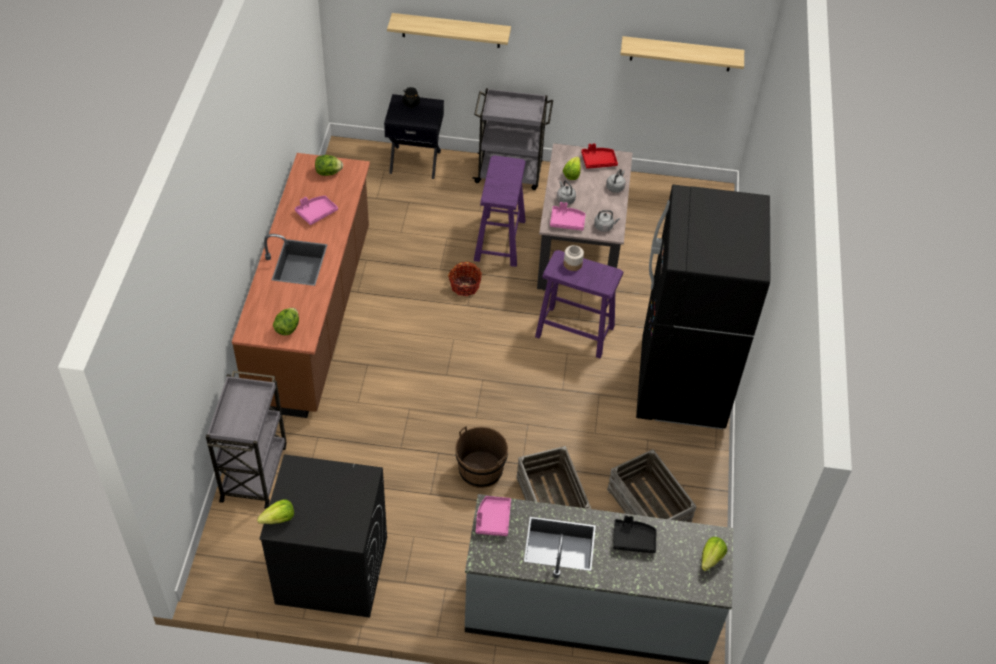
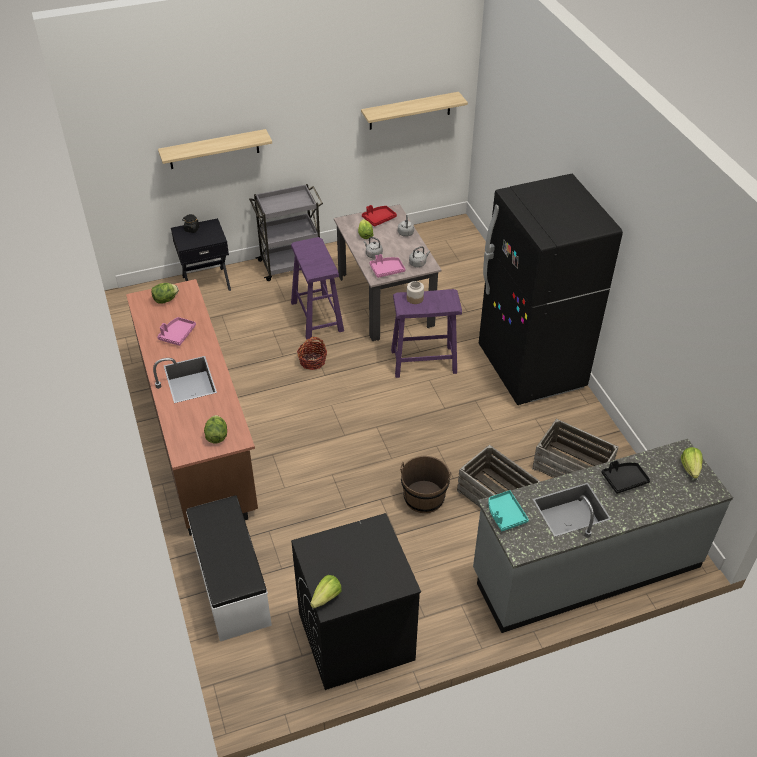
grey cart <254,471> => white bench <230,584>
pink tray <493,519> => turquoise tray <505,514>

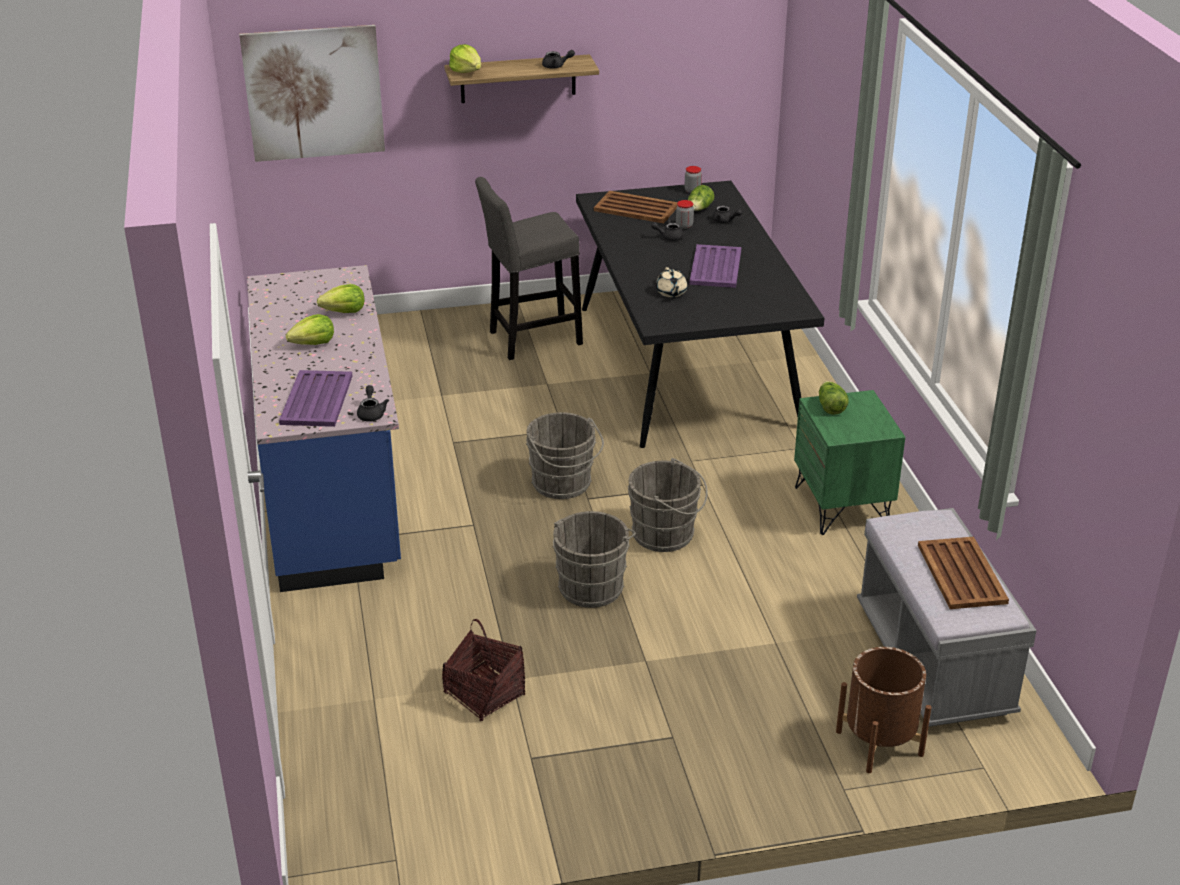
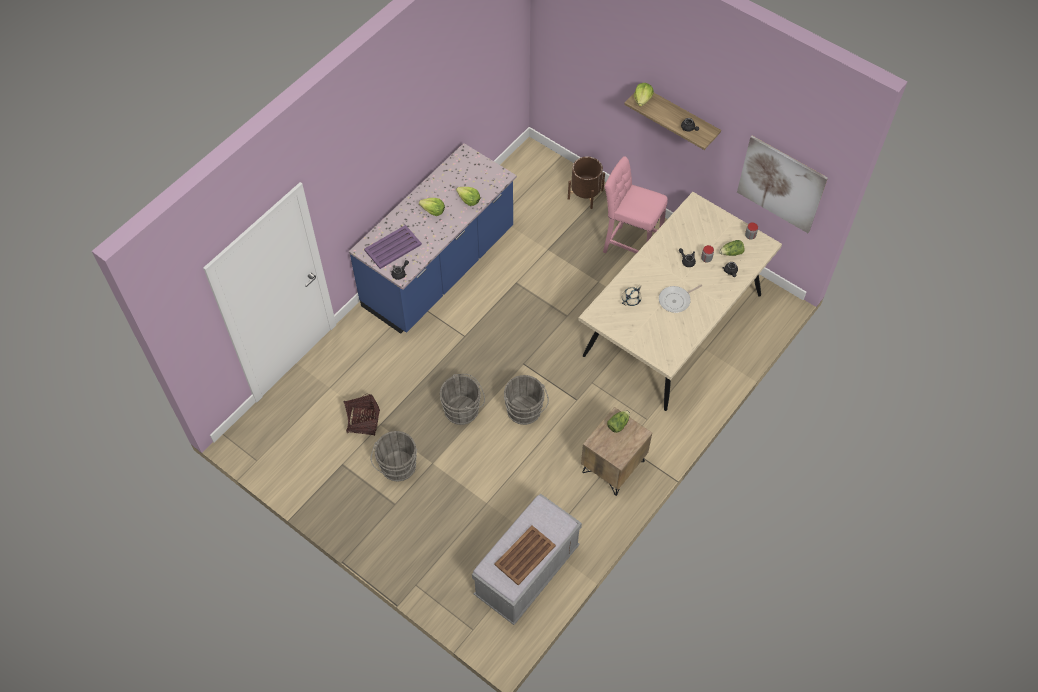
picture <314,93> => picture <781,184>, shifted
grey stool <530,339> => pink stool <629,246>
grey bucket <563,485> => grey bucket <397,468>, shifted
black dining table <688,366> => beige dining table <673,325>
brown tray <635,208> => nothing
purple tray <716,267> => frying pan <676,300>
green nightstand <842,506> => brown nightstand <613,467>
brown planter <879,743> => brown planter <585,194>, shifted

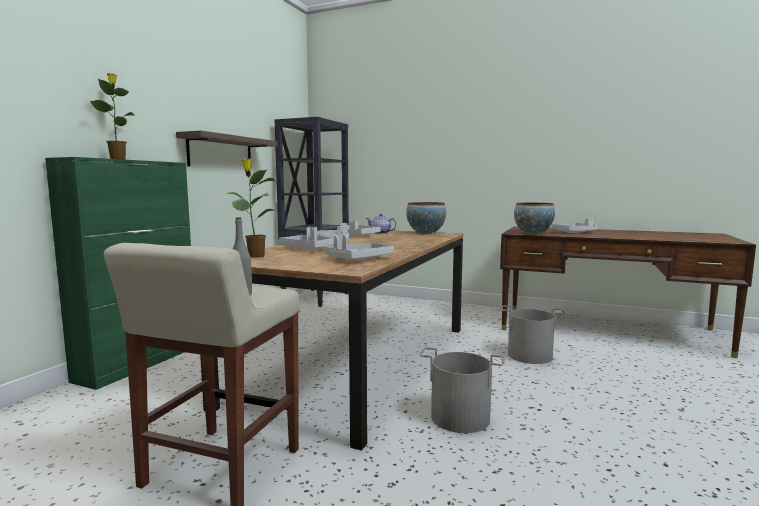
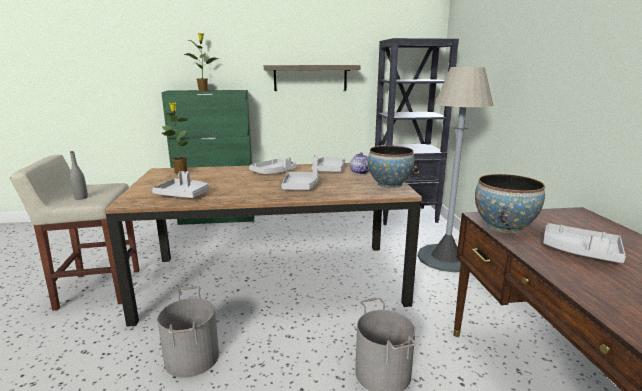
grey tray <308,249> => grey tray <301,187>, shifted
nothing => grey floor lamp <445,258>

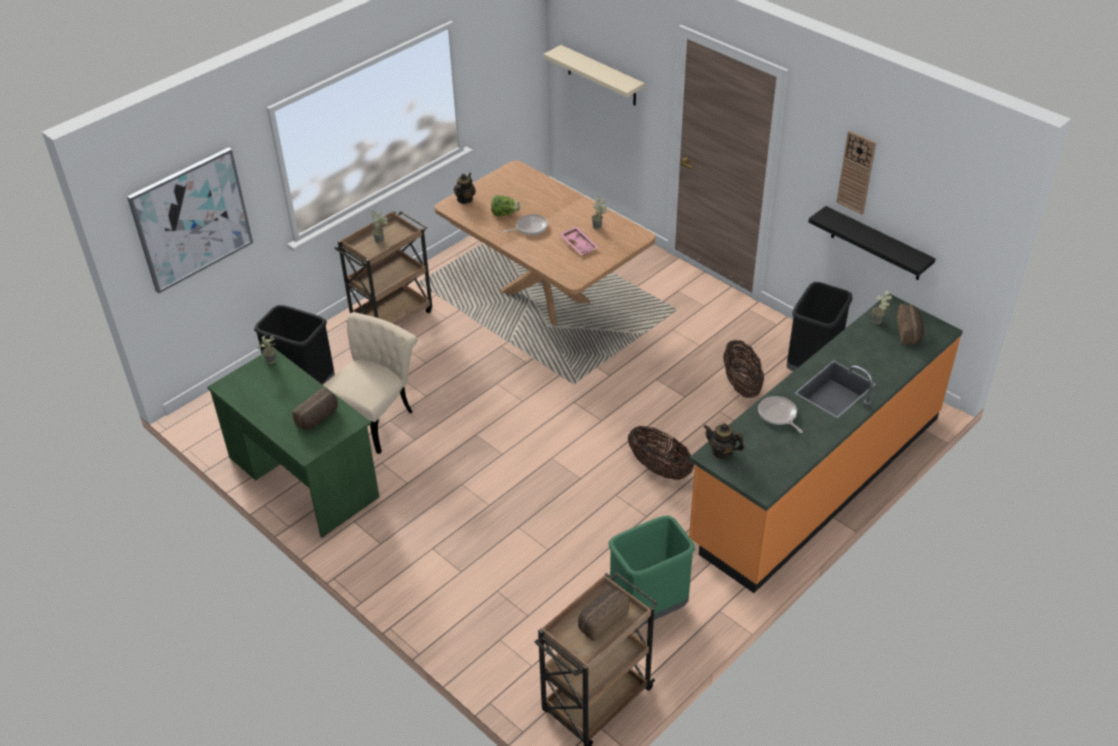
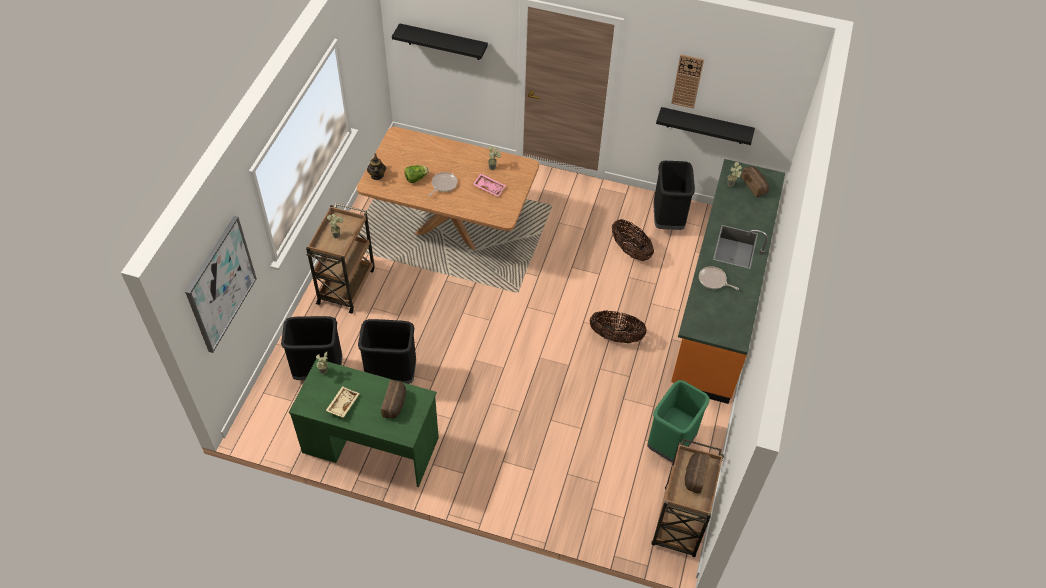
beige chair <376,417> => black trash can <392,374>
beige shelf <601,76> => black shelf <443,42>
teapot <721,452> => nothing
nothing => beige tray <342,404>

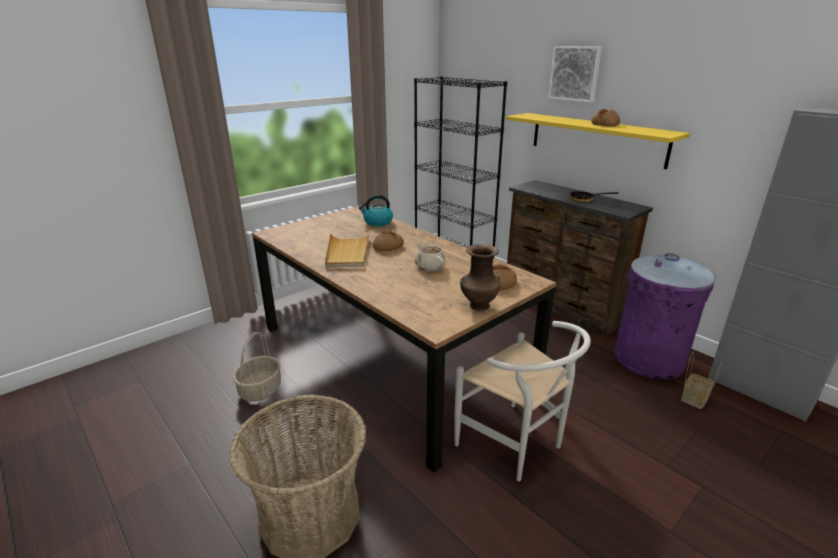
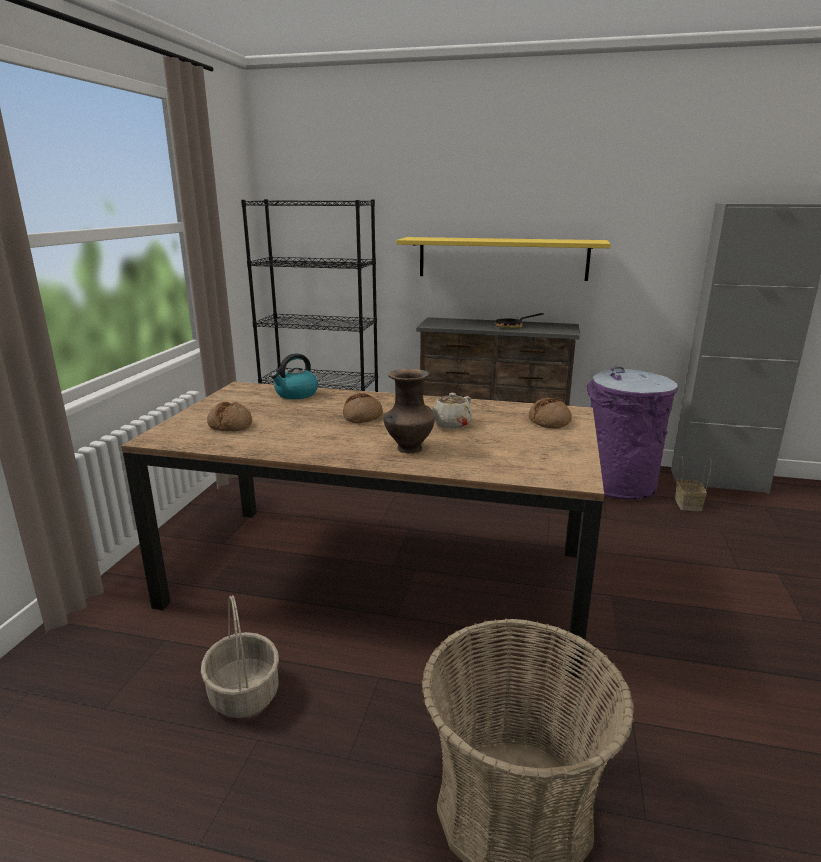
beige tray <347,253> => nothing
beige teapot <429,267> => beige teapot <450,424>, 75 degrees counterclockwise
white chair <516,446> => nothing
brown vase <478,306> => brown vase <408,449>, shifted
picture <575,73> => nothing
bread <605,124> => bread <230,425>, shifted

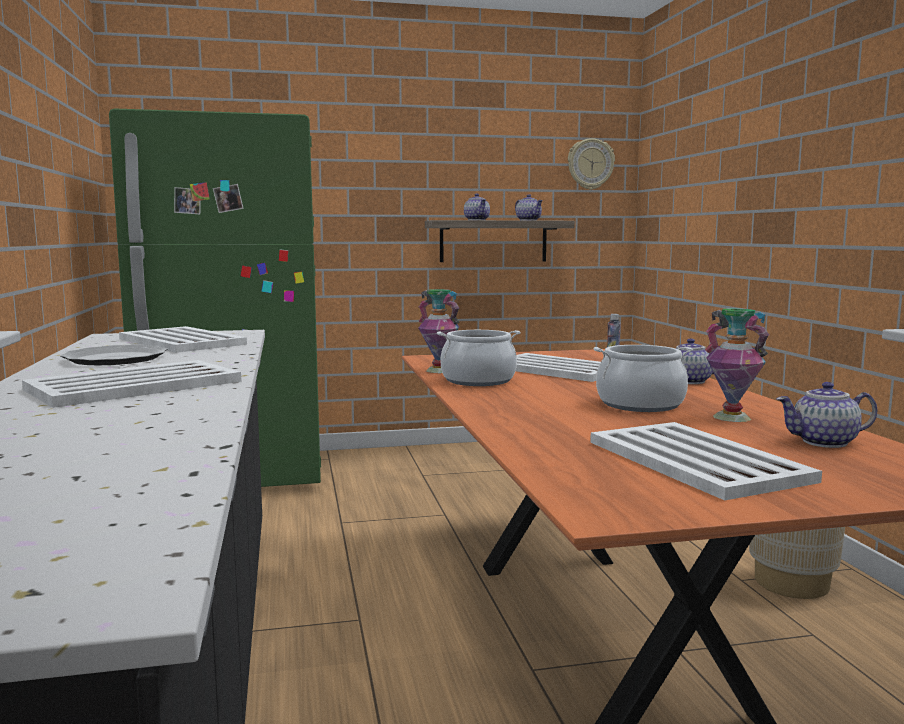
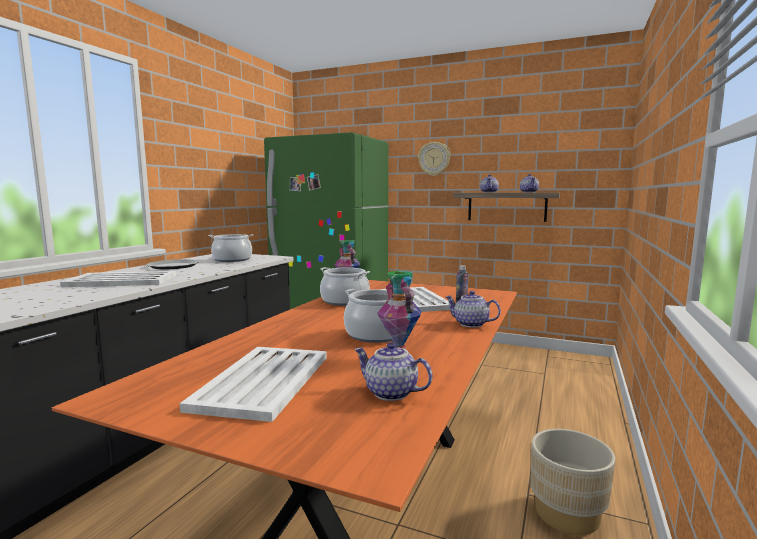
white tray <181,341> => cooking pot <232,260>
wall clock <590,164> => wall clock <434,159>, shifted

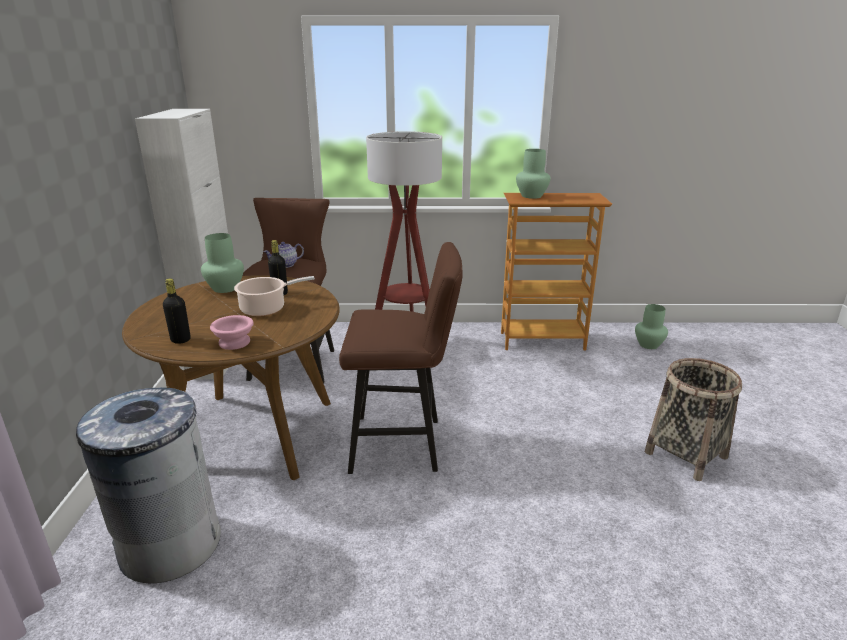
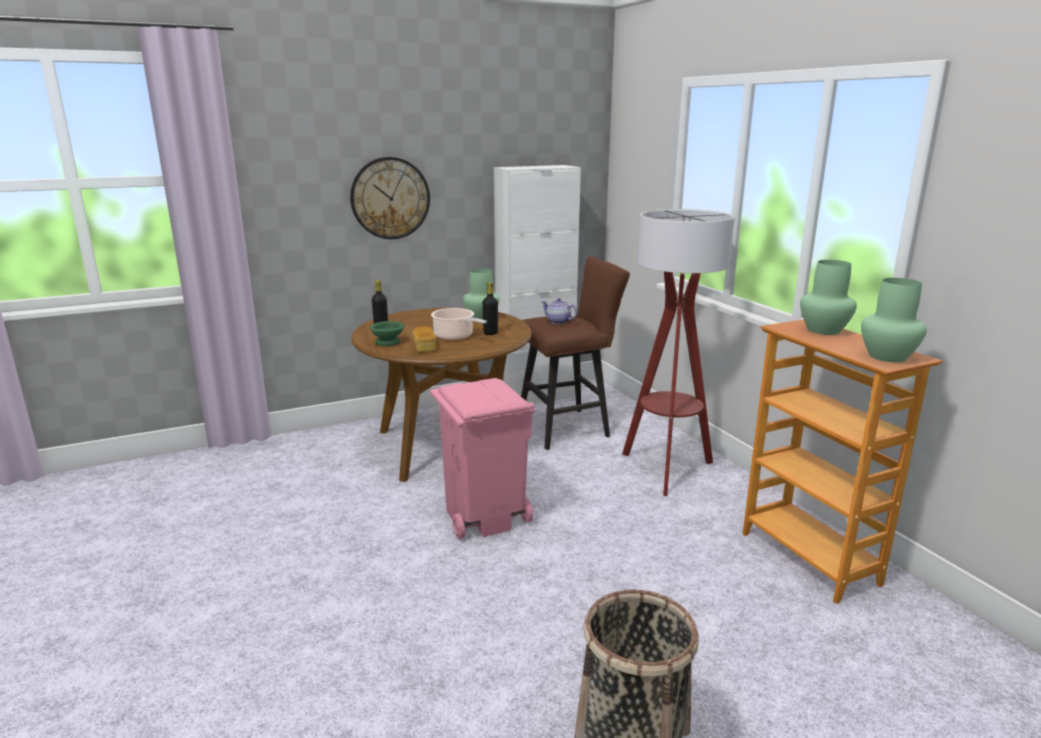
grey trash can <170,544> => nothing
pink bowl <233,343> => green bowl <387,342>
brown stool <404,444> => pink trash can <483,516>
green vase <648,345> => green vase <888,357>, shifted
nothing => wall clock <390,198>
nothing => bread <424,347>

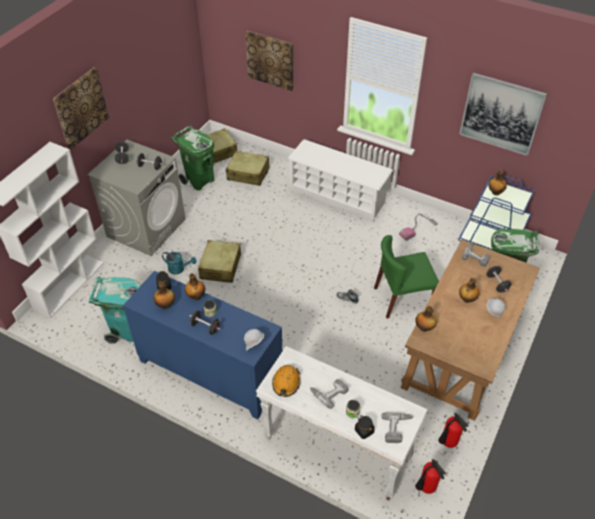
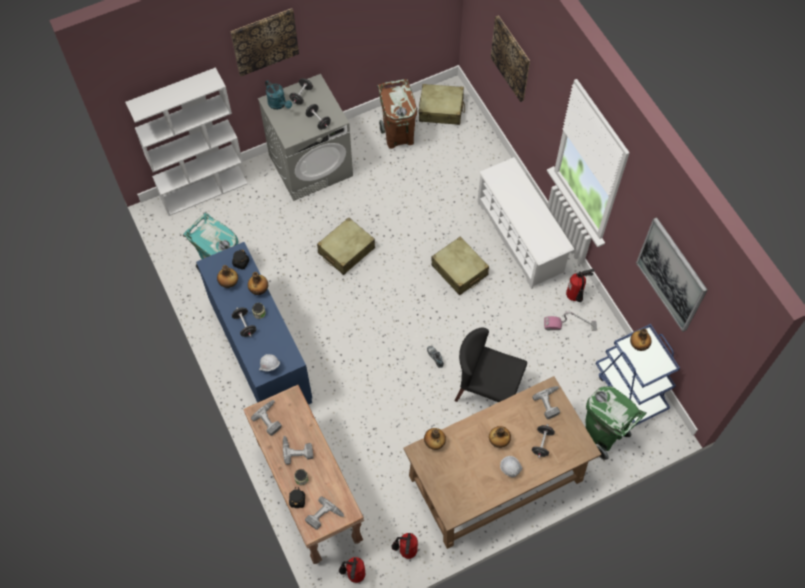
turquoise watering can <179,269> => turquoise watering can <279,104>, shifted
green trash can <199,180> => brown trash can <398,136>
beige suitcase <248,174> => beige suitcase <459,270>, shifted
white console table <335,450> => brown console table <308,492>
orange hard hat <286,383> => power drill <271,418>
green chair <402,298> => black chair <487,390>
nothing => fire extinguisher <575,297>

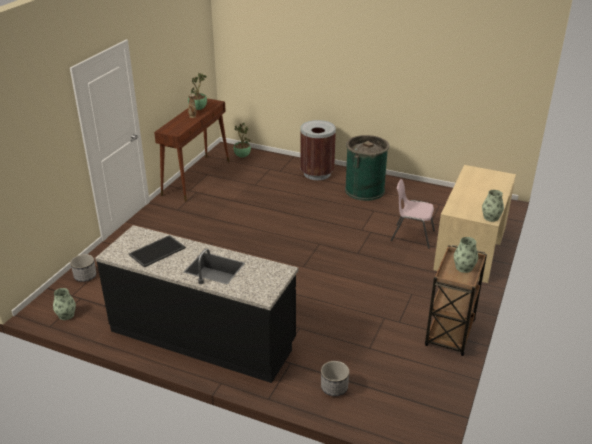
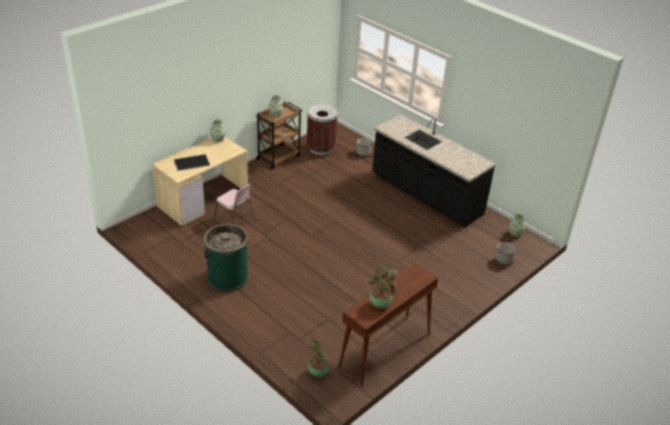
tray <157,250> => tray <191,163>, shifted
brown trash can <317,173> => brown trash can <321,149>, shifted

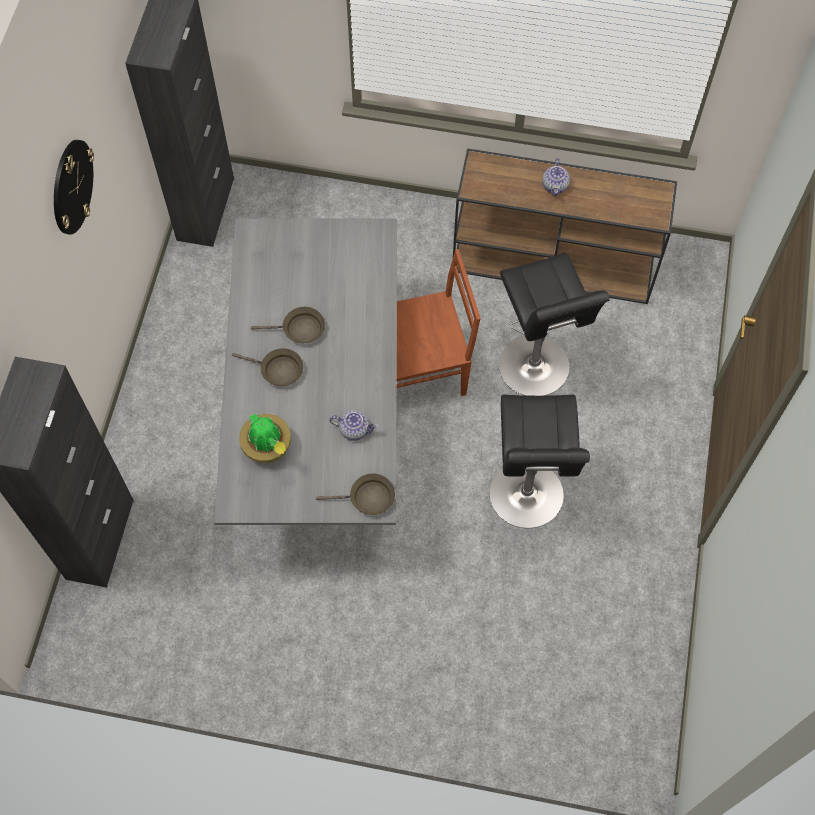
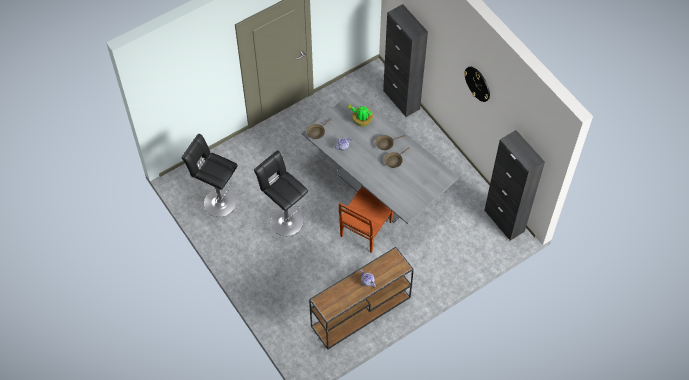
black stool <536,370> => black stool <217,201>, shifted

